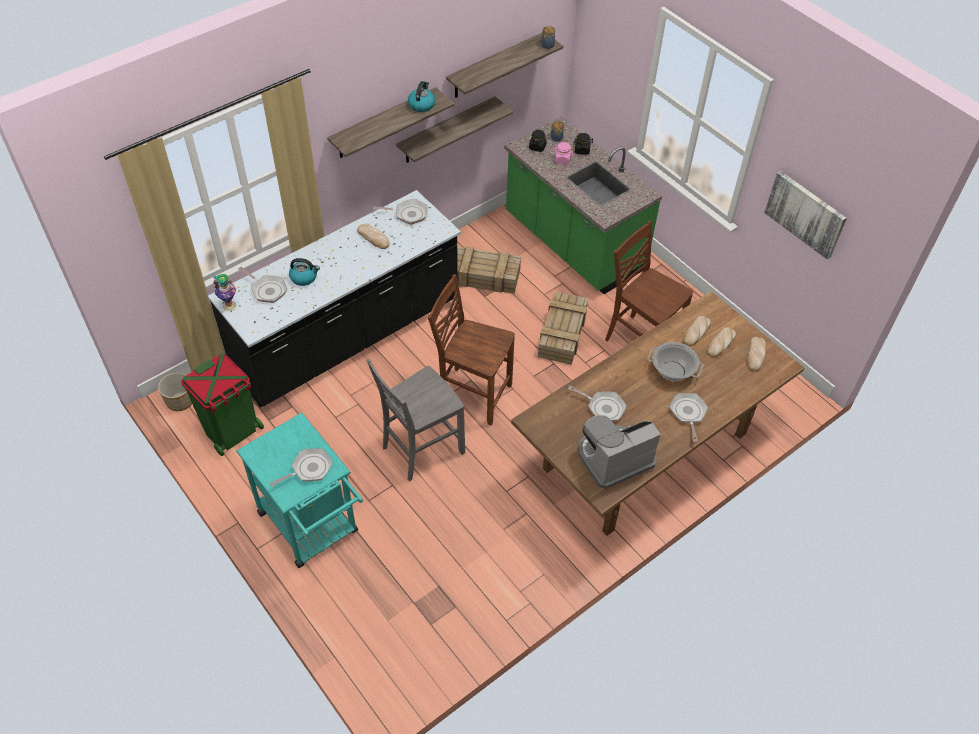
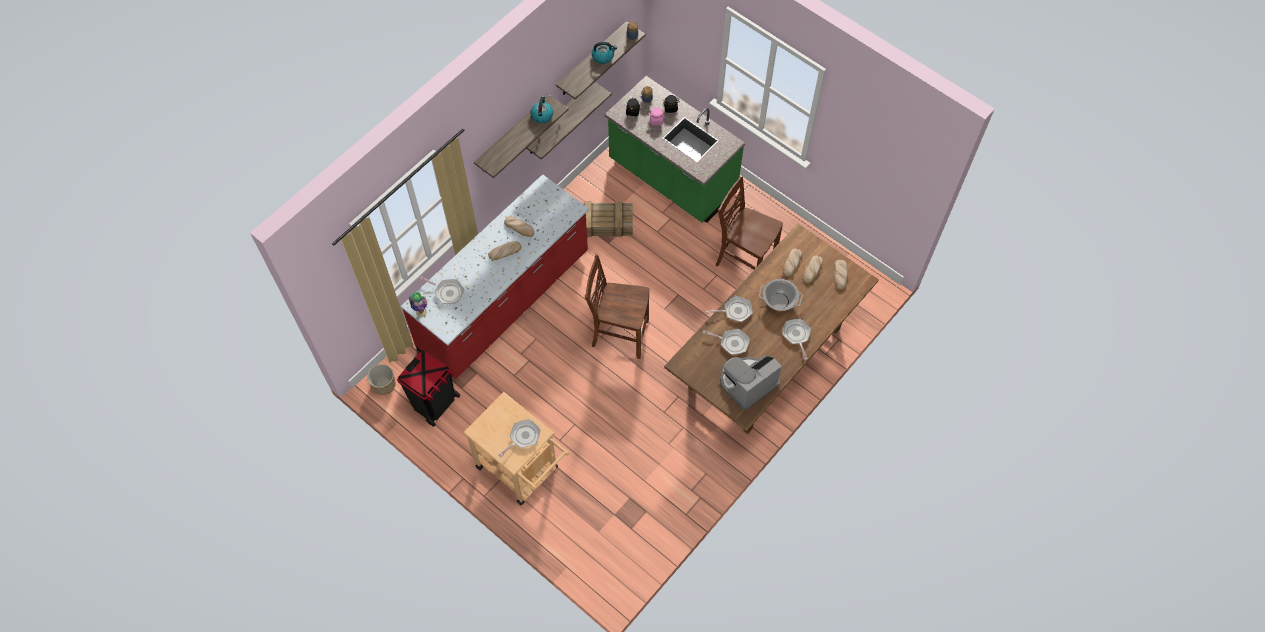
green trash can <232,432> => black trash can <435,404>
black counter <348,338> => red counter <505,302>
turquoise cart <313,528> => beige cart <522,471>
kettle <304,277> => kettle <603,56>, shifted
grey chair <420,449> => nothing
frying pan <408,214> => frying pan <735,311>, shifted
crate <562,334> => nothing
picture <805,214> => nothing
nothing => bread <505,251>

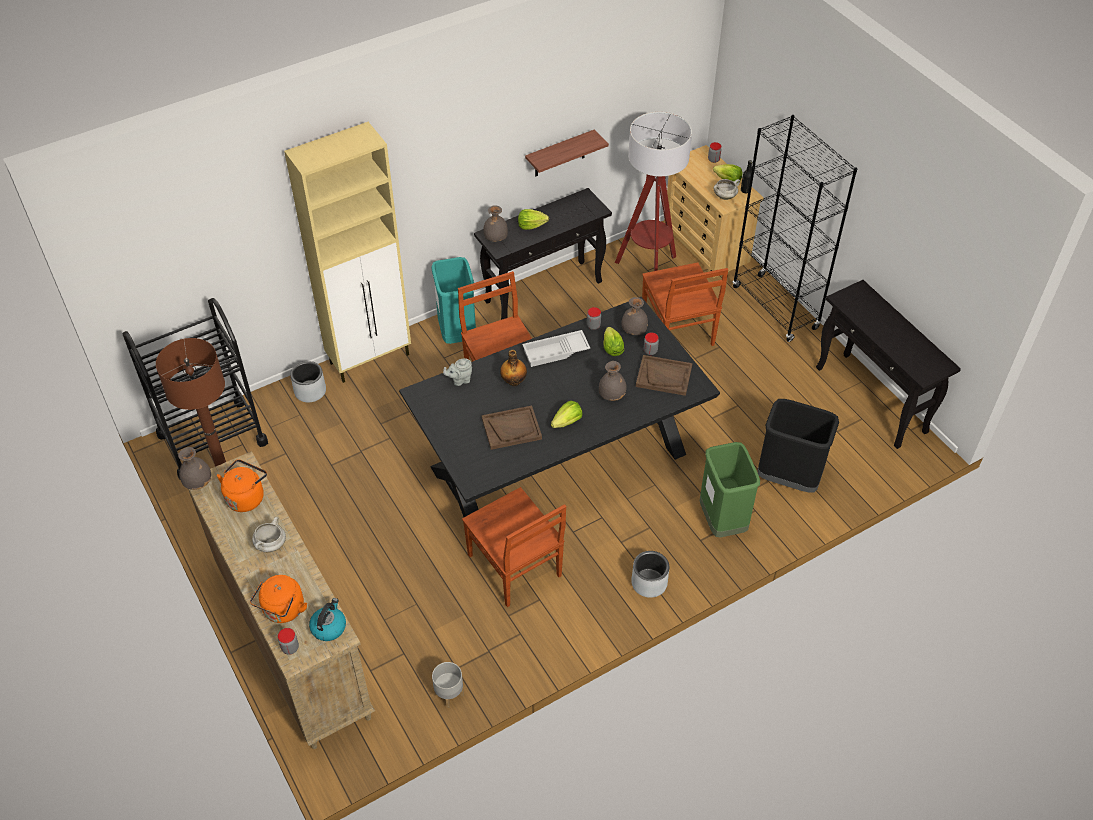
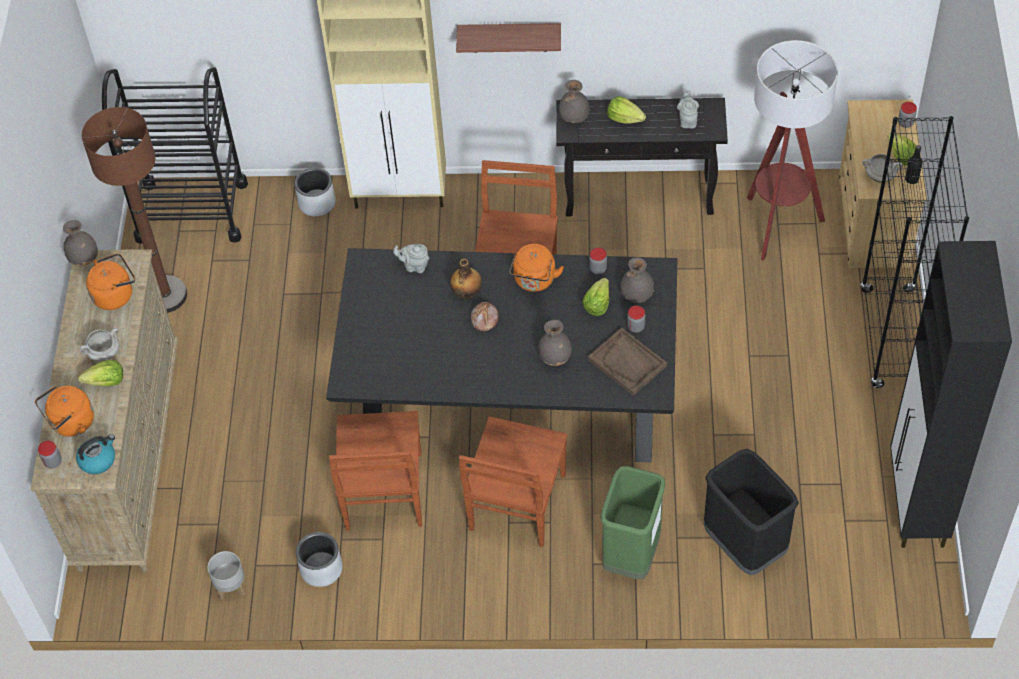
turquoise trash can <457,334> => nothing
brown tray <511,428> => nothing
white tray <555,352> => orange kettle <534,281>
shelf <559,154> => shelf <509,37>, shifted
lettuce <567,422> => lettuce <106,382>, shifted
grey planter <648,583> => grey planter <321,568>, shifted
brown chair <678,330> => brown chair <516,504>, shifted
black console table <871,400> => black cabinet <917,505>
nothing => bread <484,319>
nothing => grey teapot <687,120>

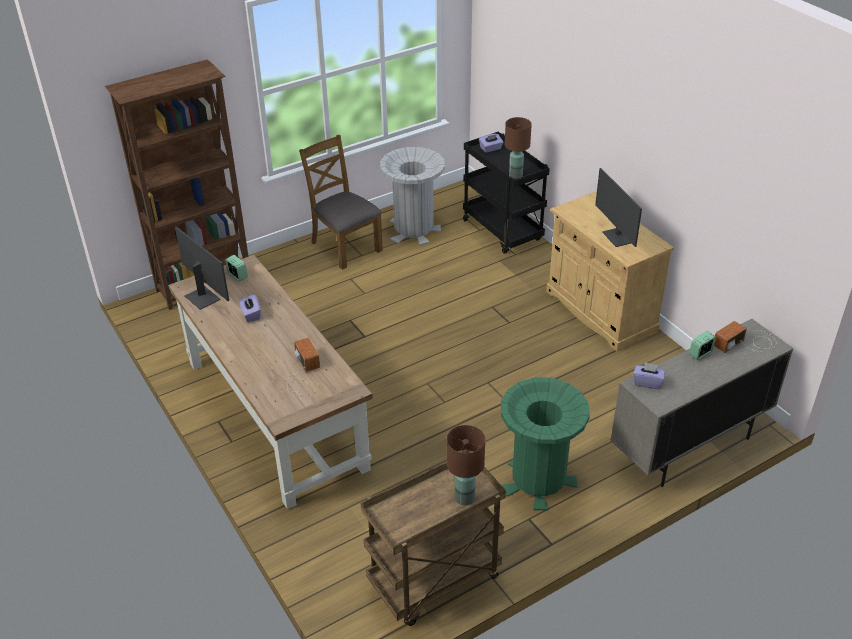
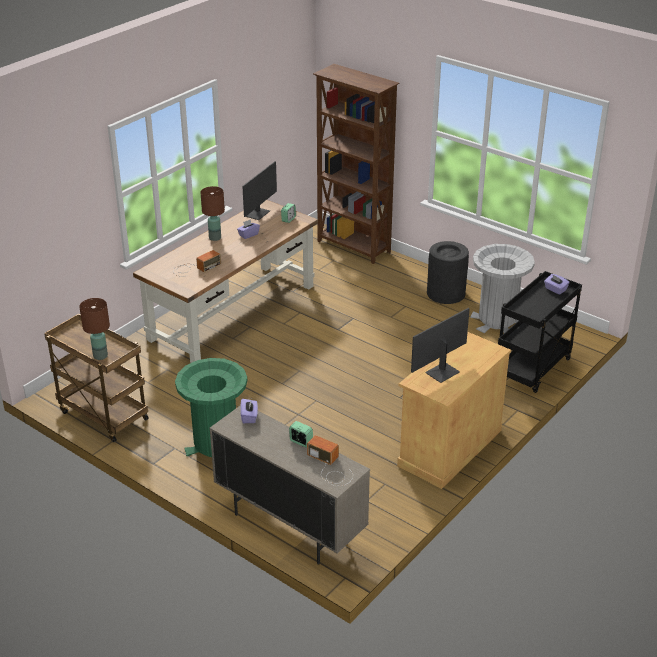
brown chair <345,246> => black trash can <446,293>
brown table lamp <515,175> => brown table lamp <214,238>, shifted

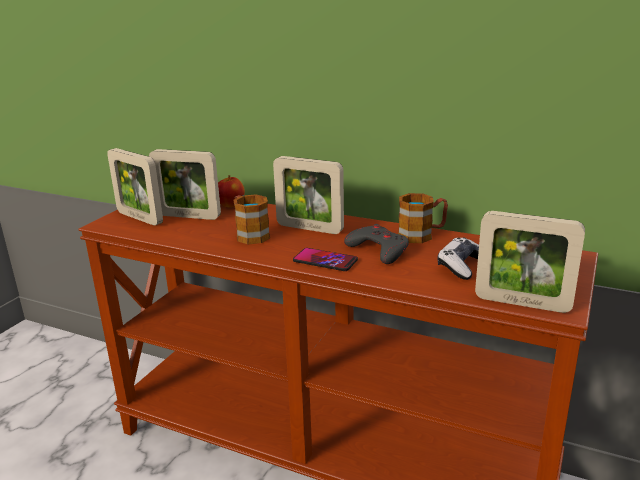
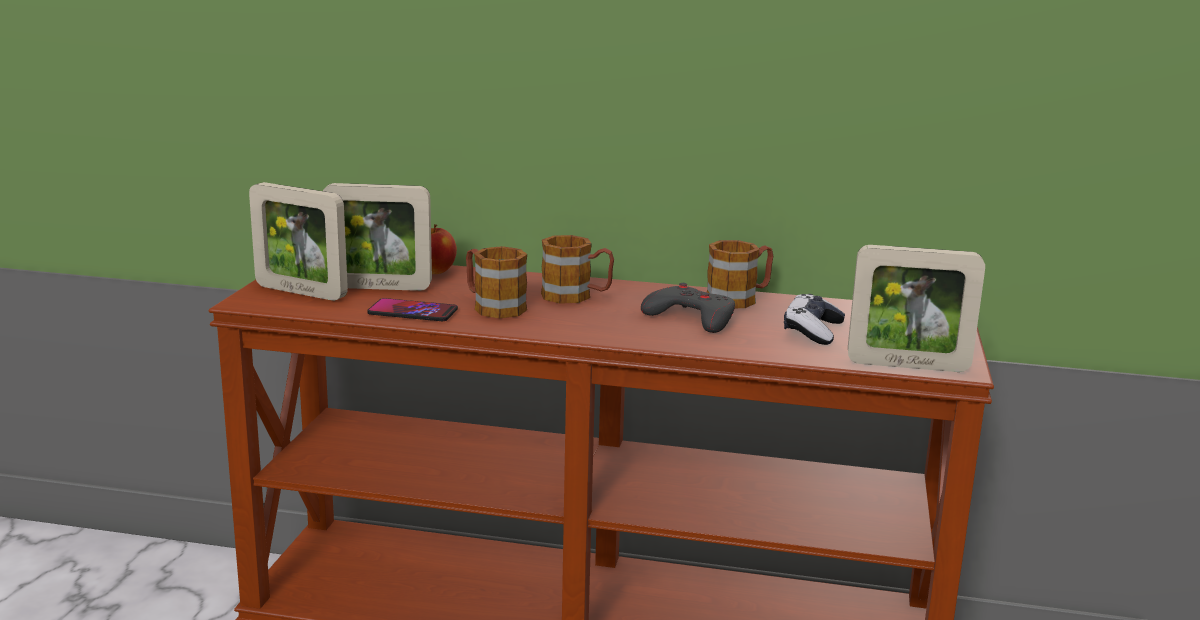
picture frame <309,228> => mug <576,296>
phone <325,261> => phone <413,312>, shifted

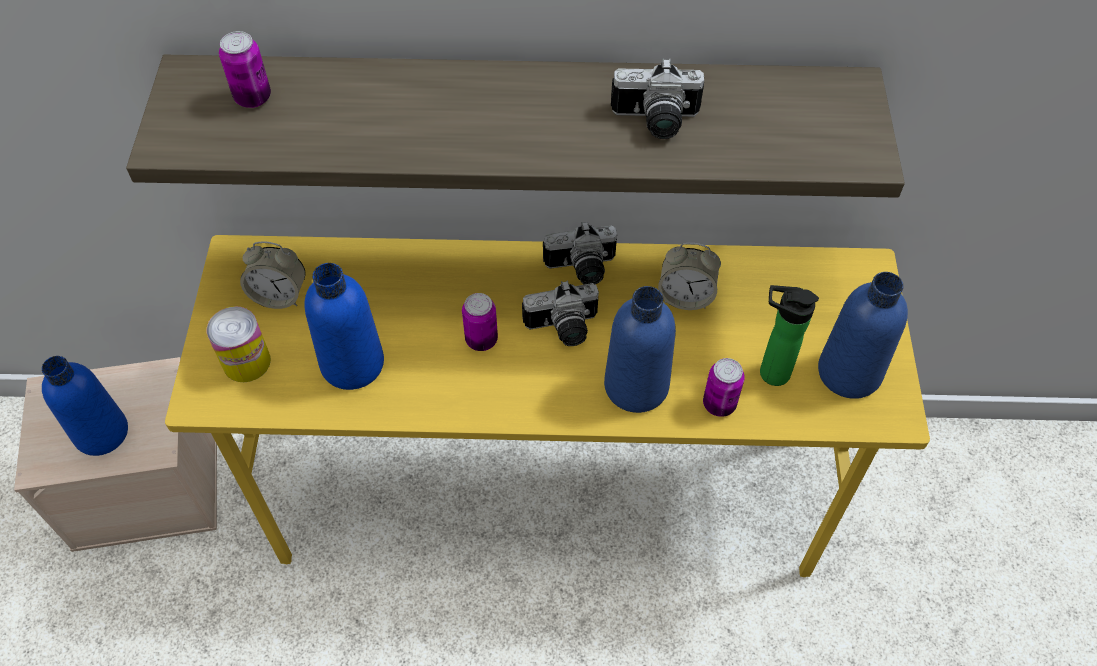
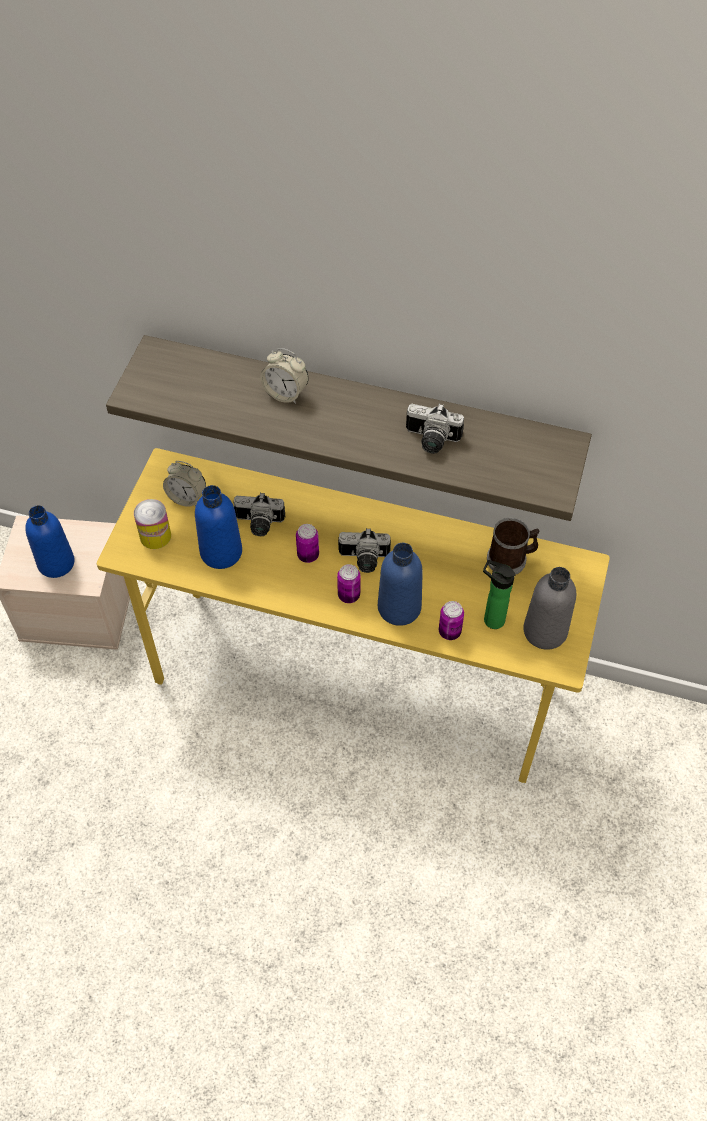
can <253,97> => can <349,595>, shifted
photo camera <582,270> => photo camera <258,524>, shifted
alarm clock <685,297> => alarm clock <285,393>, shifted
blue bottle <849,372> => grey bottle <545,631>
nothing => mug <511,559>

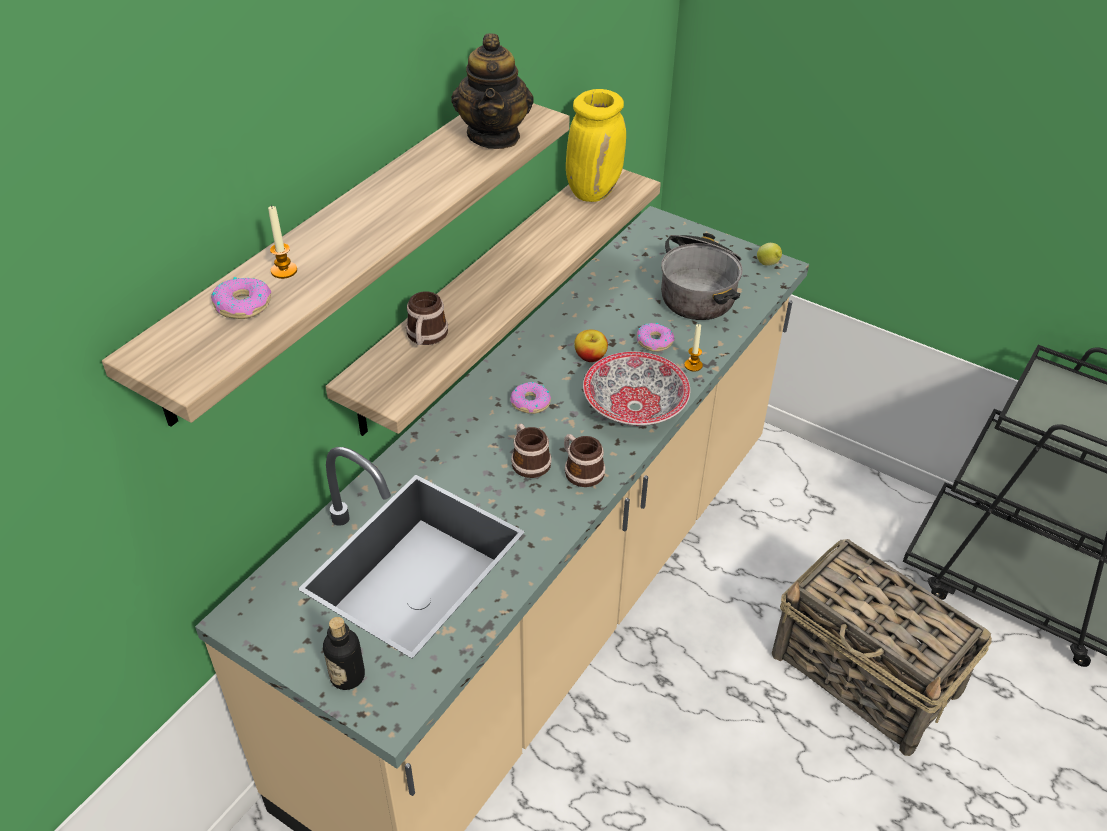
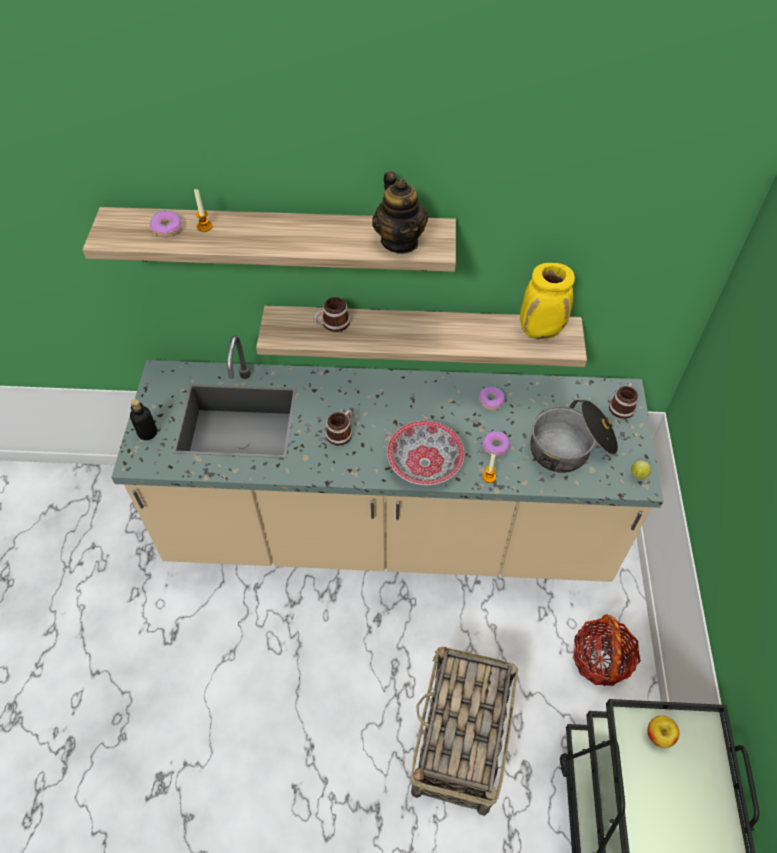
teapot <494,136> => teapot <400,241>, 75 degrees counterclockwise
donut <530,403> => donut <491,400>, shifted
mug <580,470> => mug <622,406>, shifted
apple <590,356> => apple <659,735>, shifted
nothing => basket <600,659>

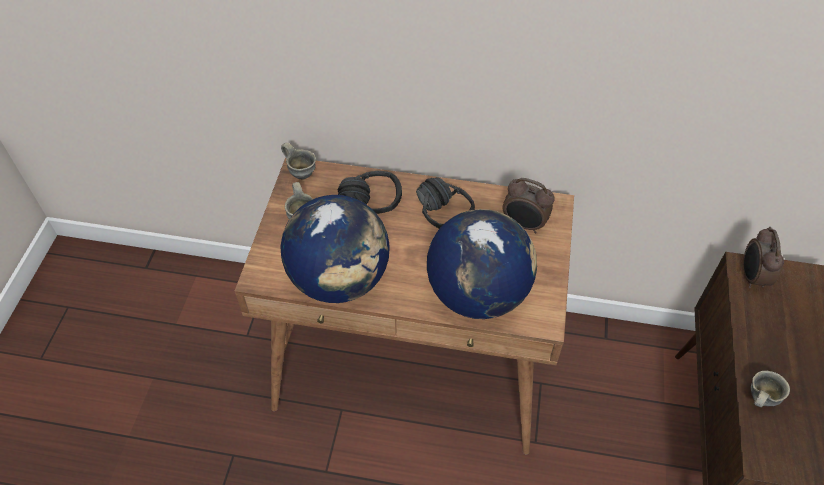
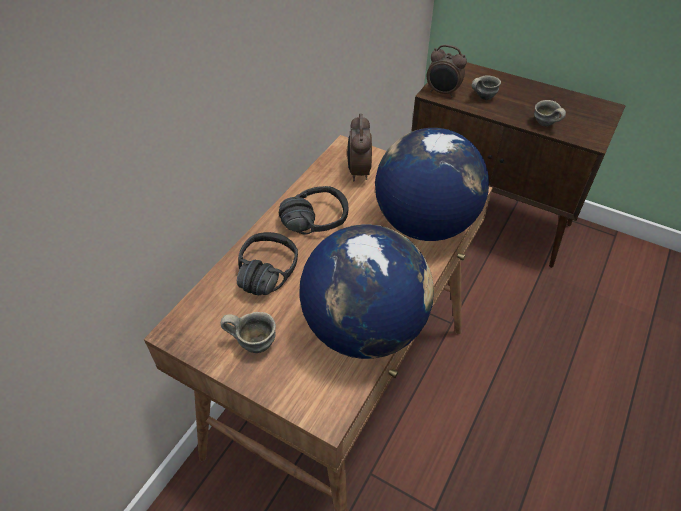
grey mug <301,172> => grey mug <482,97>, shifted
alarm clock <524,225> => alarm clock <358,172>, 135 degrees clockwise

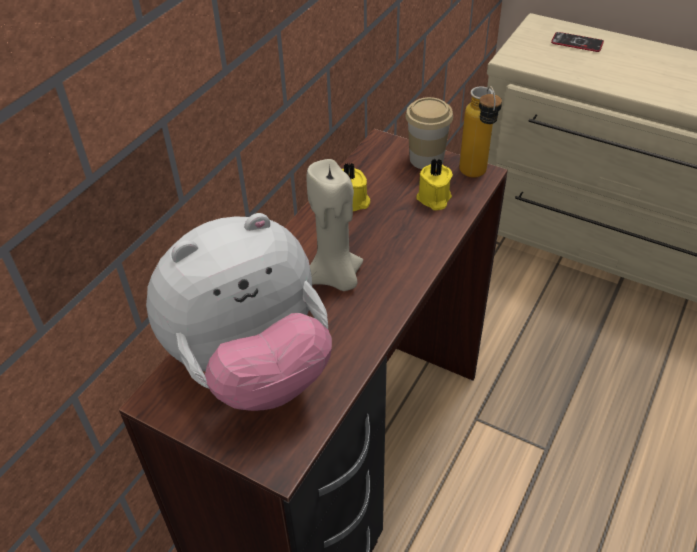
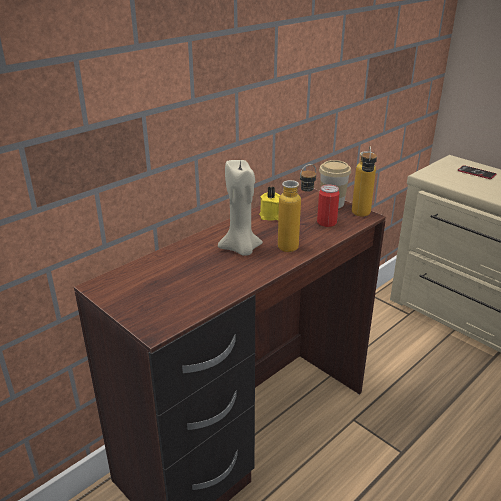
plush toy <252,367> => nothing
yellow candle <433,199> => can <326,222>
nothing => bottle <295,245>

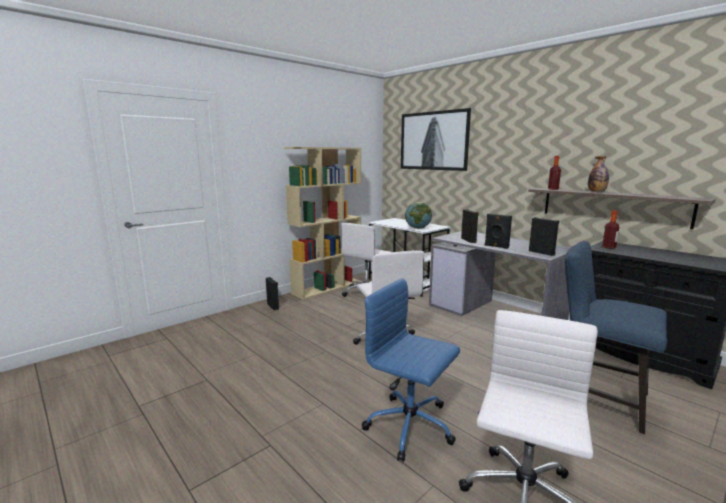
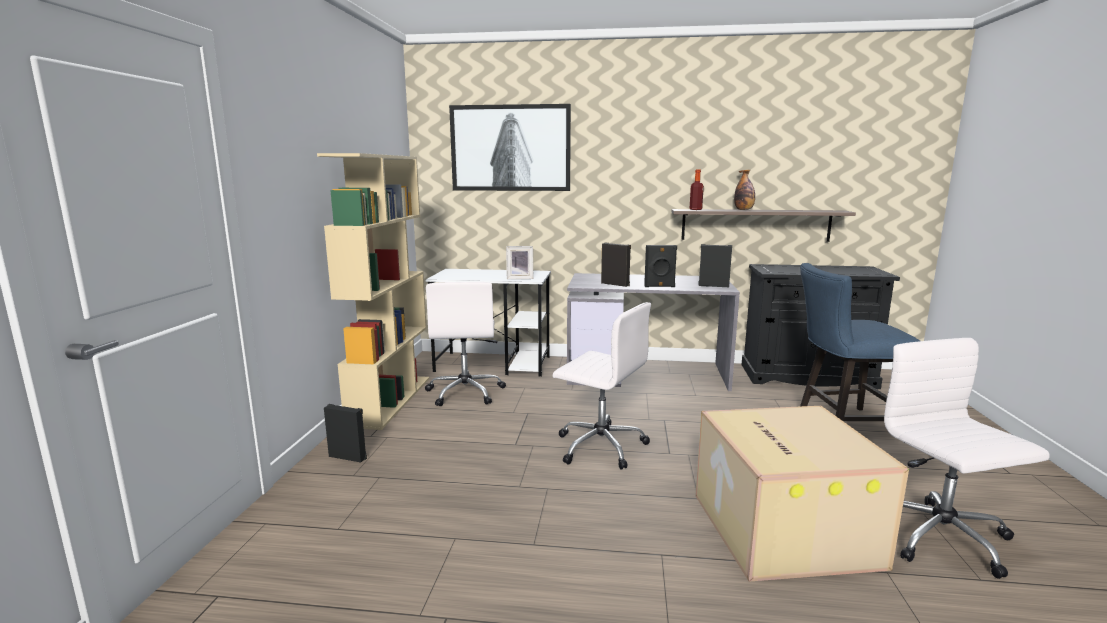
blue office chair <411,427> => cardboard box <780,528>
globe <418,228> => picture frame <520,278>
bottle <609,247> => nothing

